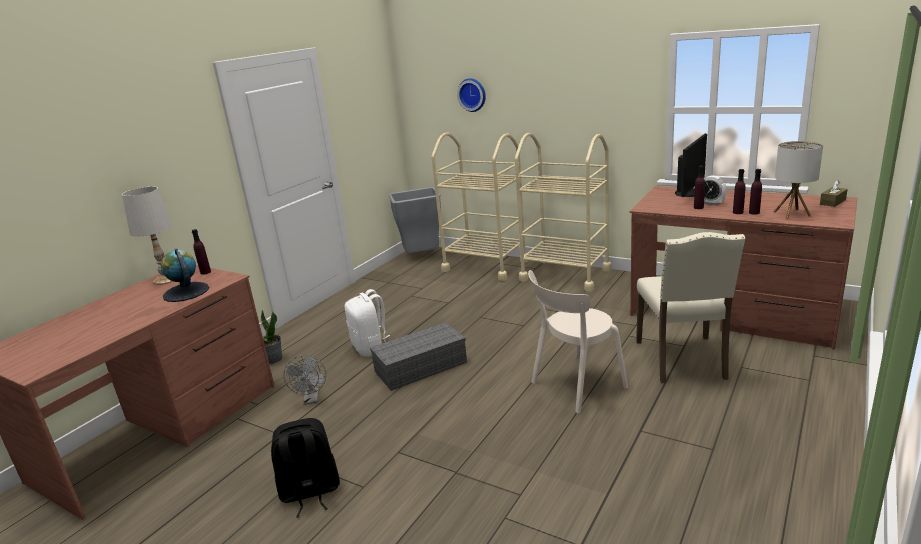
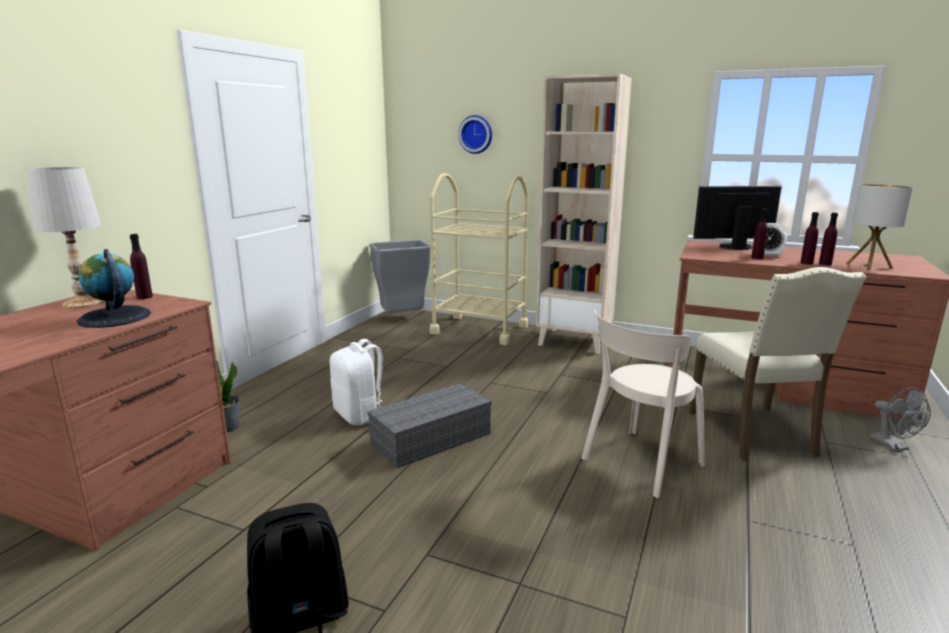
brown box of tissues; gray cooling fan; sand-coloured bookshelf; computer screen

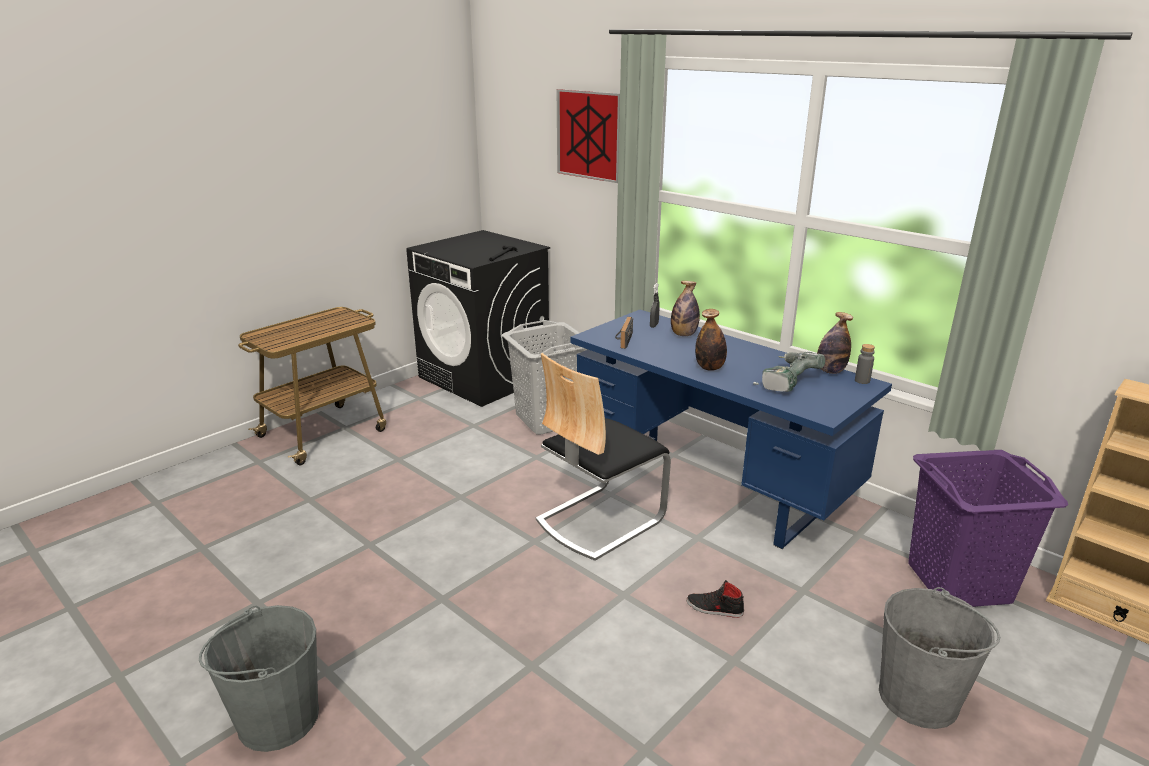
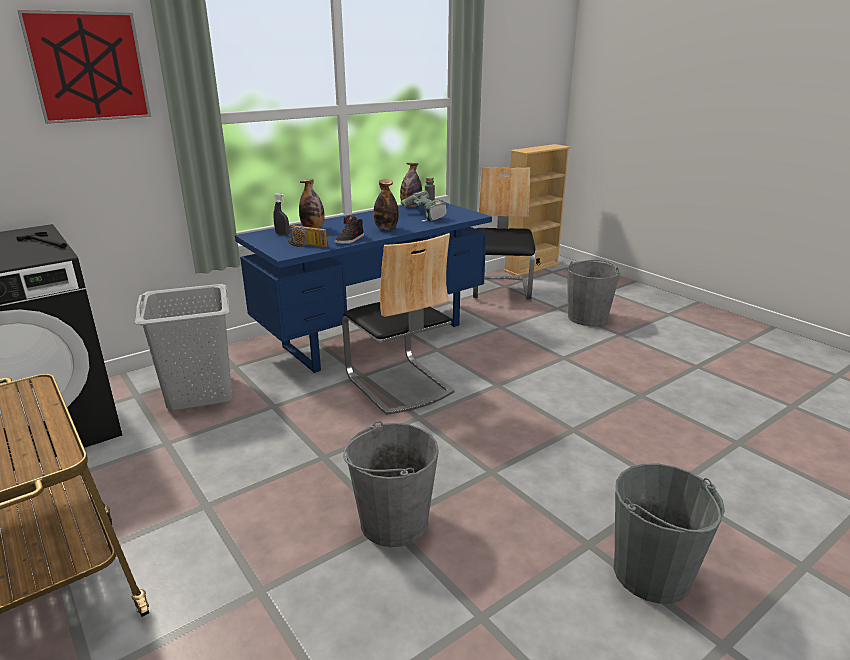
gray pail (1st from left); black low shoe; plain chair (2nd from left)

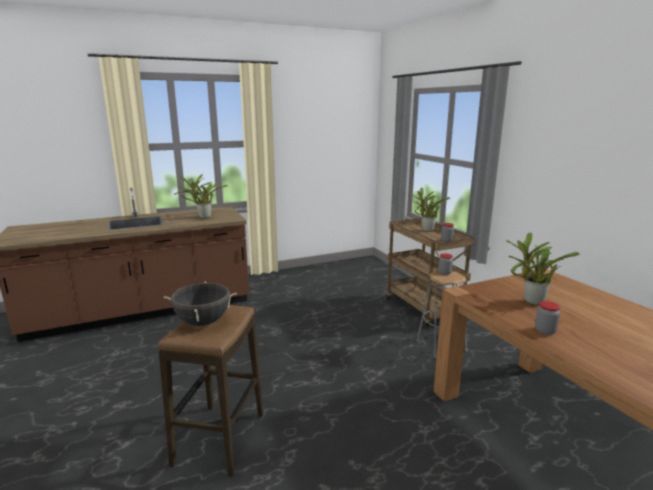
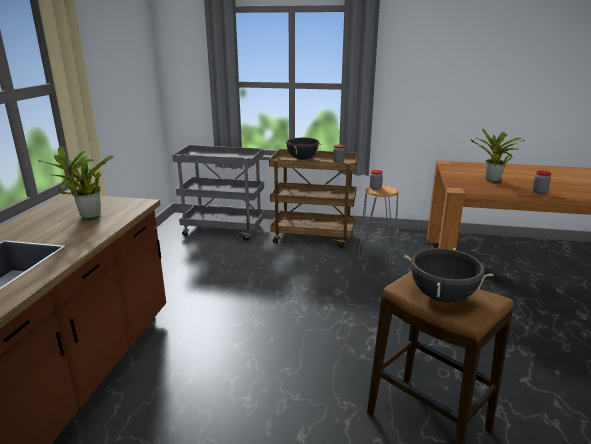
gray wheeled cart; black stockpot (1st from left)

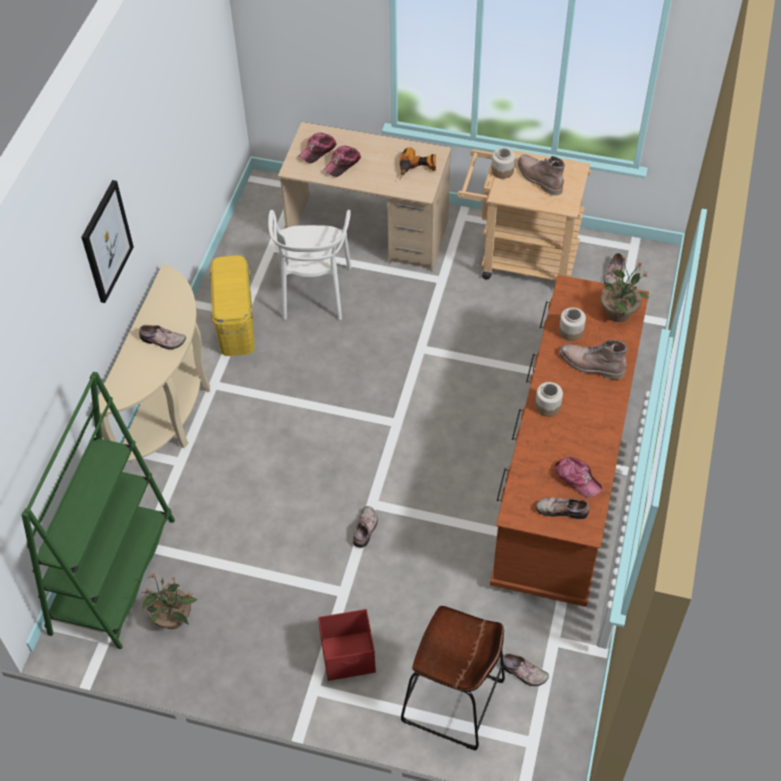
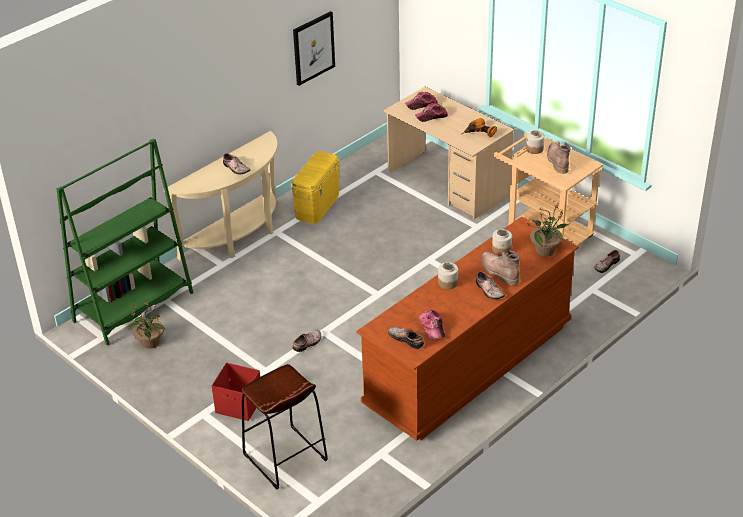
whitish plain chair; wall picture; low shoe (4th from left)

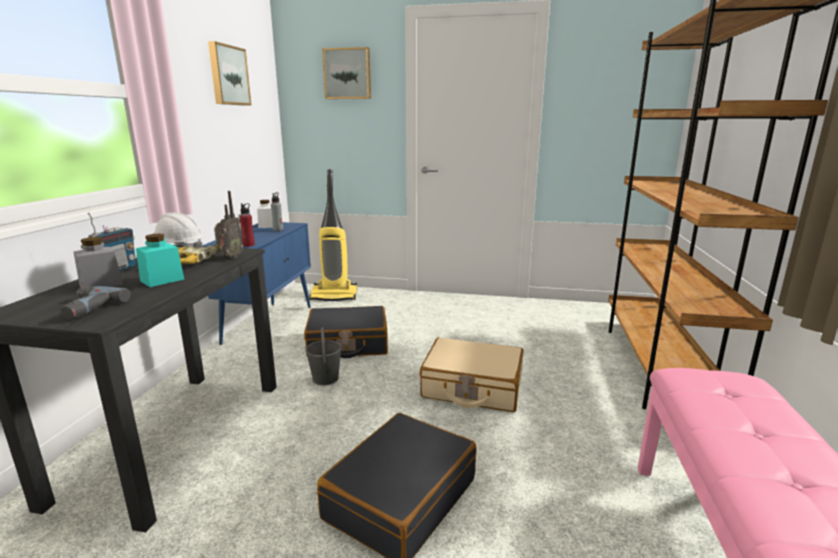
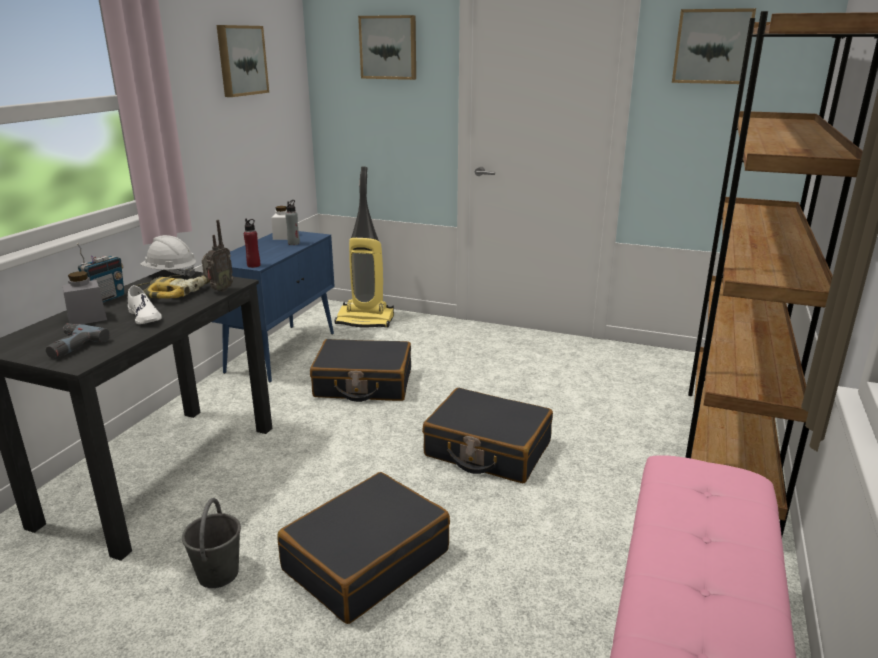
wall picture (3rd from left); gray pail; whitish low shoe; black travel case (3rd from left)

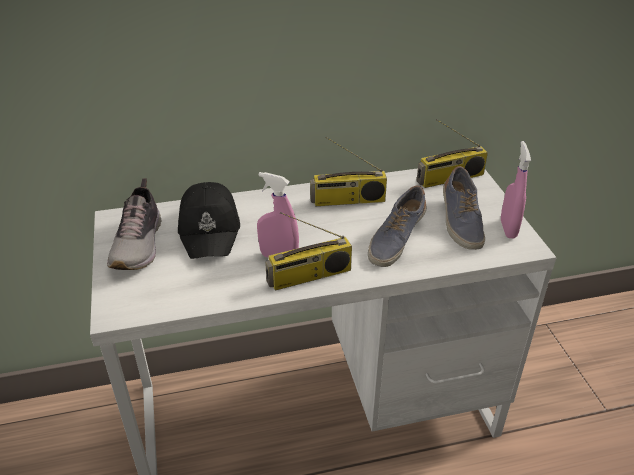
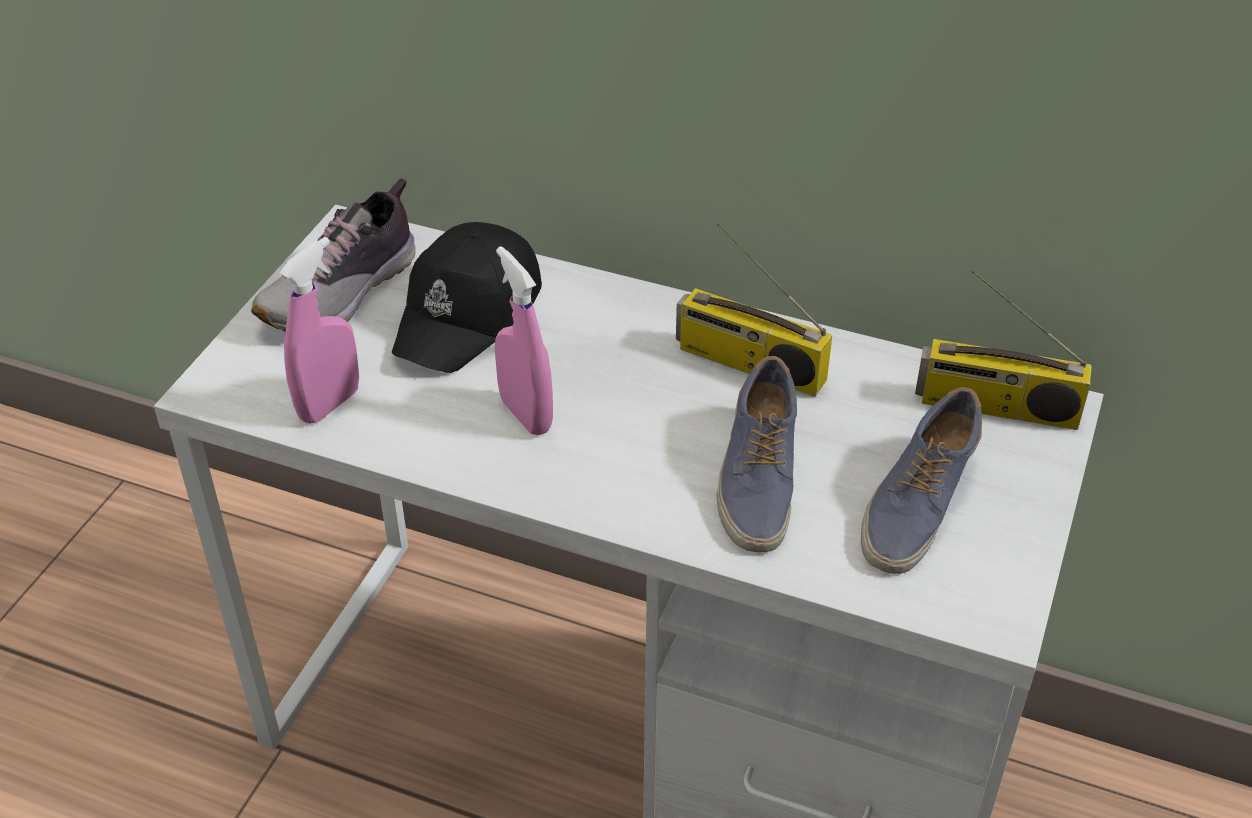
radio set (1st from left in the first image); pinkish hand sprayer (1st from left); low shoe (2nd from left)

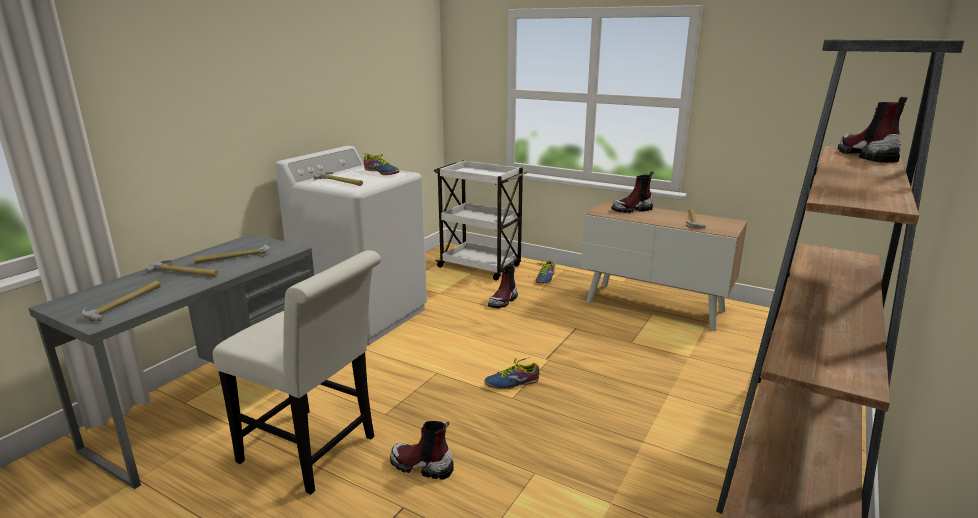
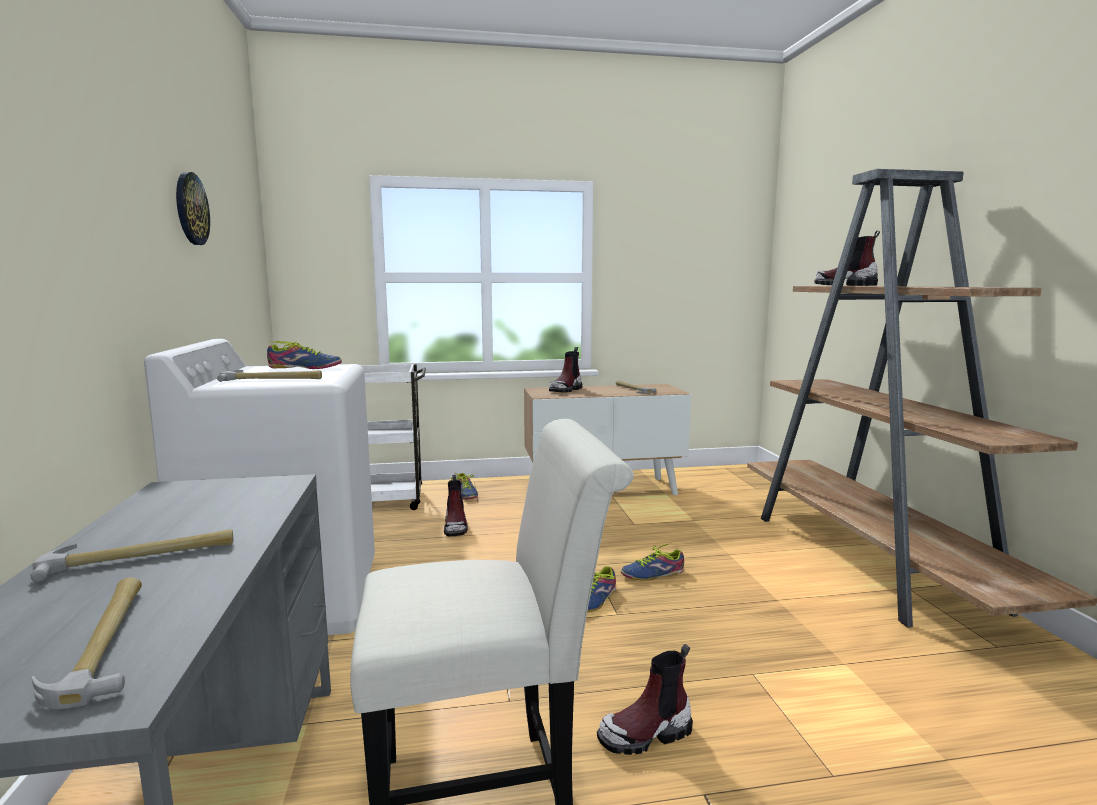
hammer (3rd from left in the first image); hanging clock; low shoe (4th from left)

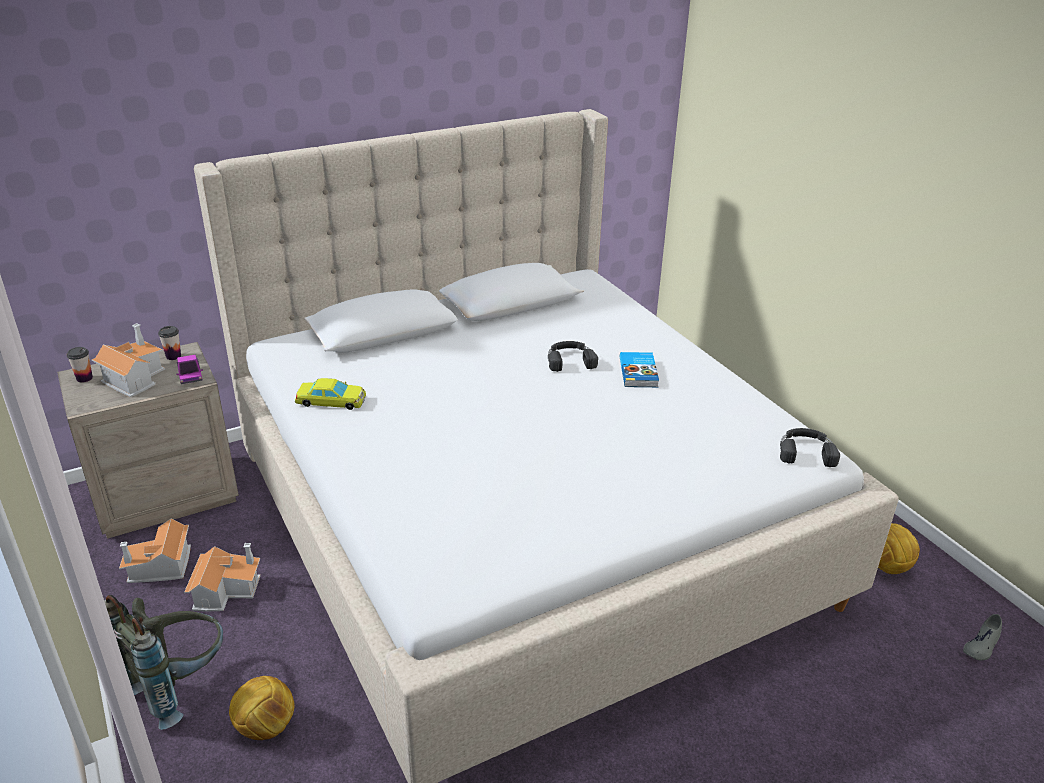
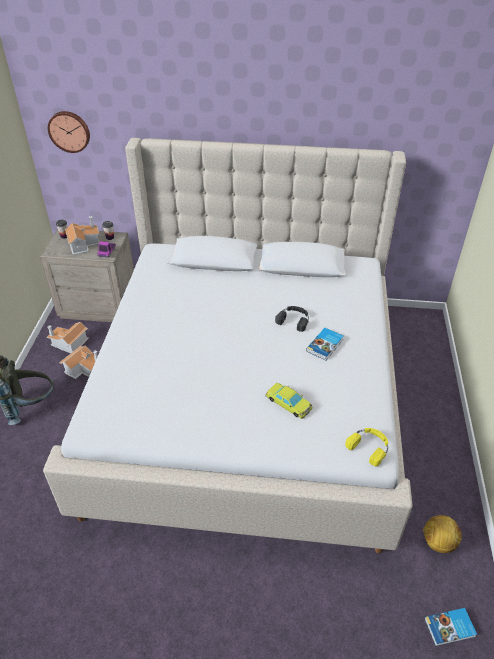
football (1st from left in the first image); hanging clock; yellow toy car; volume (2nd from left); yellow pair of headphones

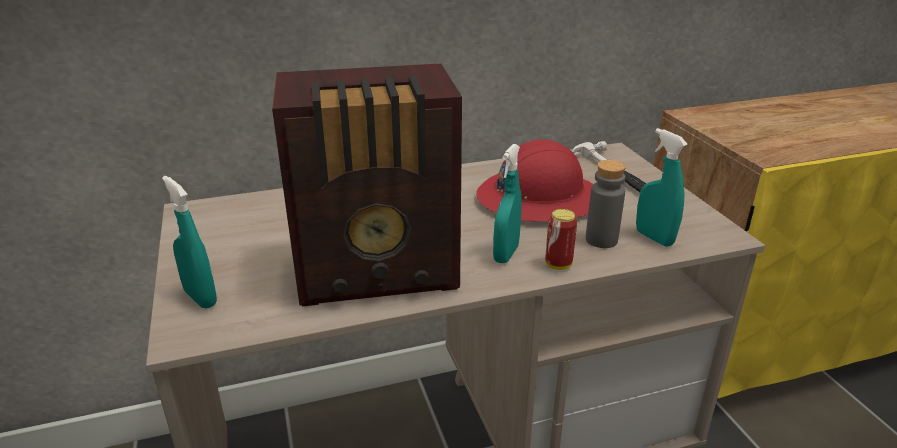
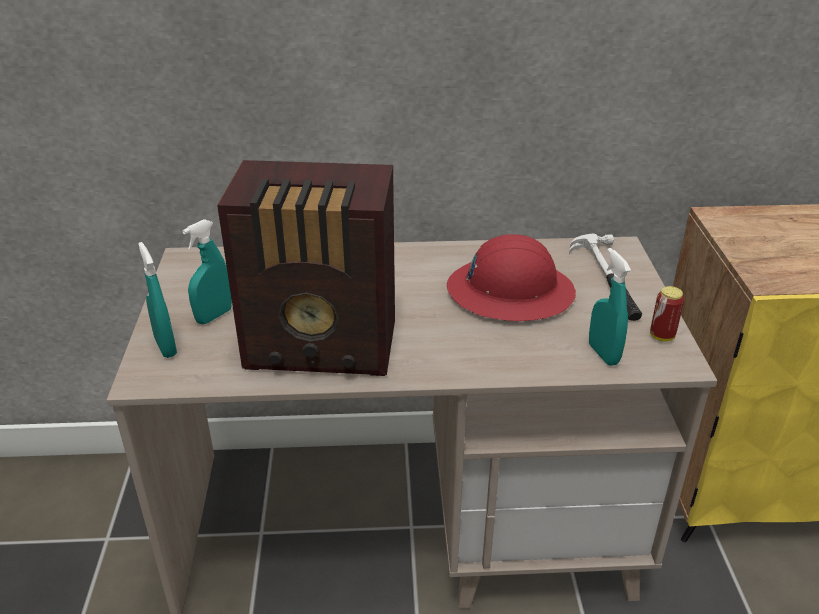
gray bottle; blue-green hand sprayer (2nd from left); sealed can

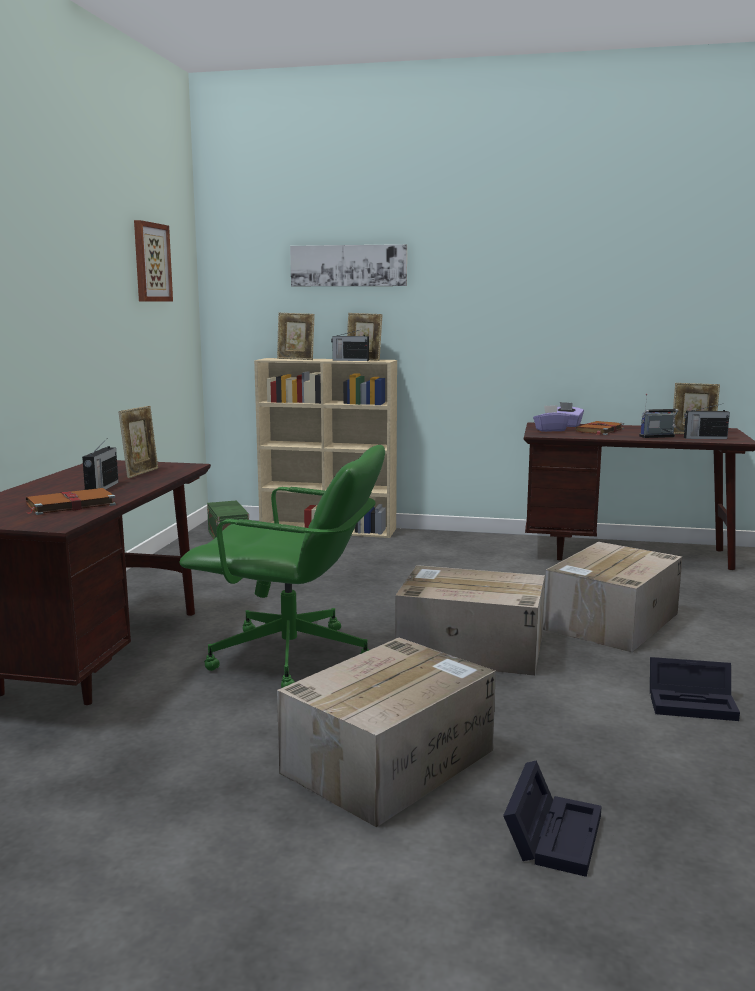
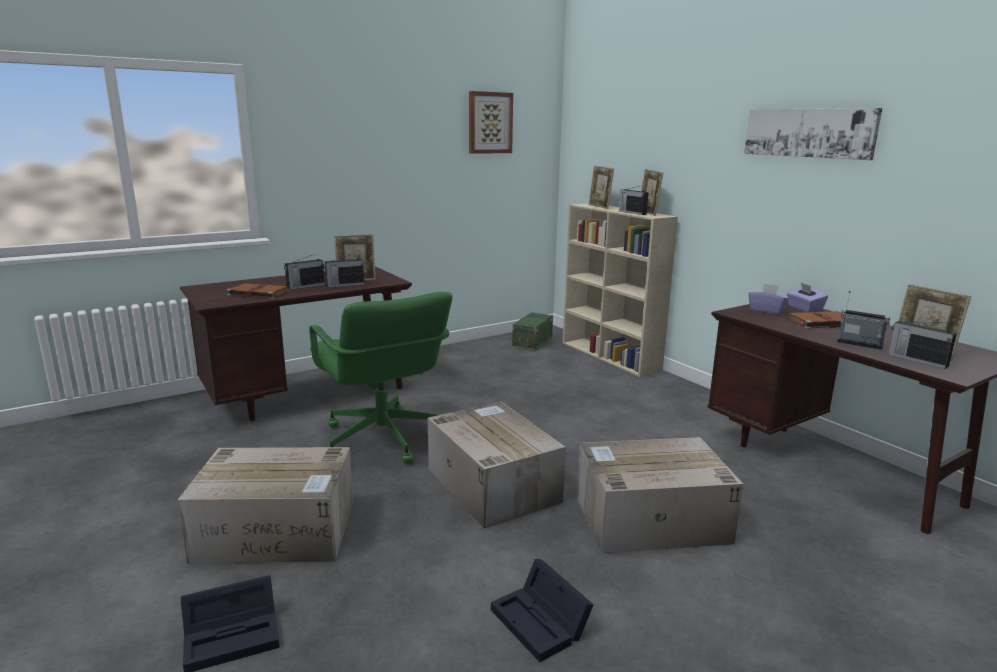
radio set (2nd from left); wall picture (2nd from left)

